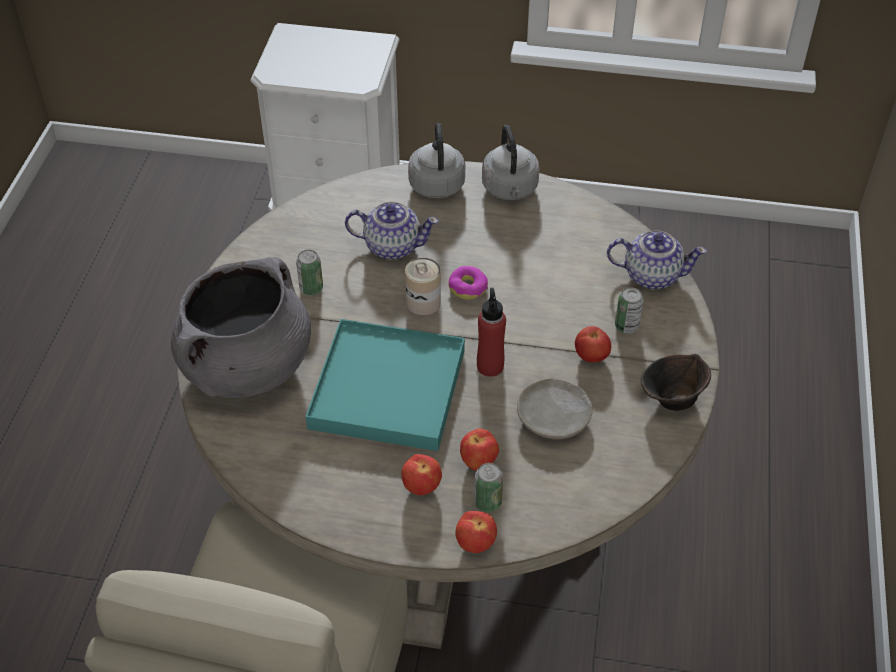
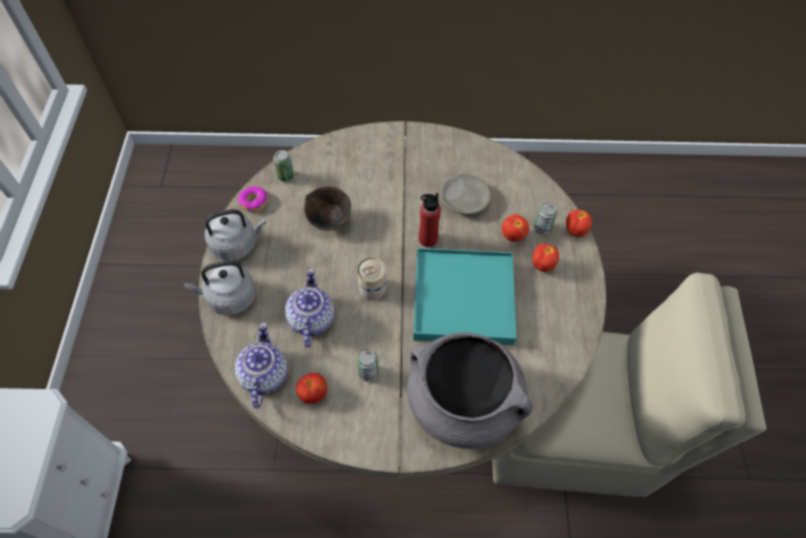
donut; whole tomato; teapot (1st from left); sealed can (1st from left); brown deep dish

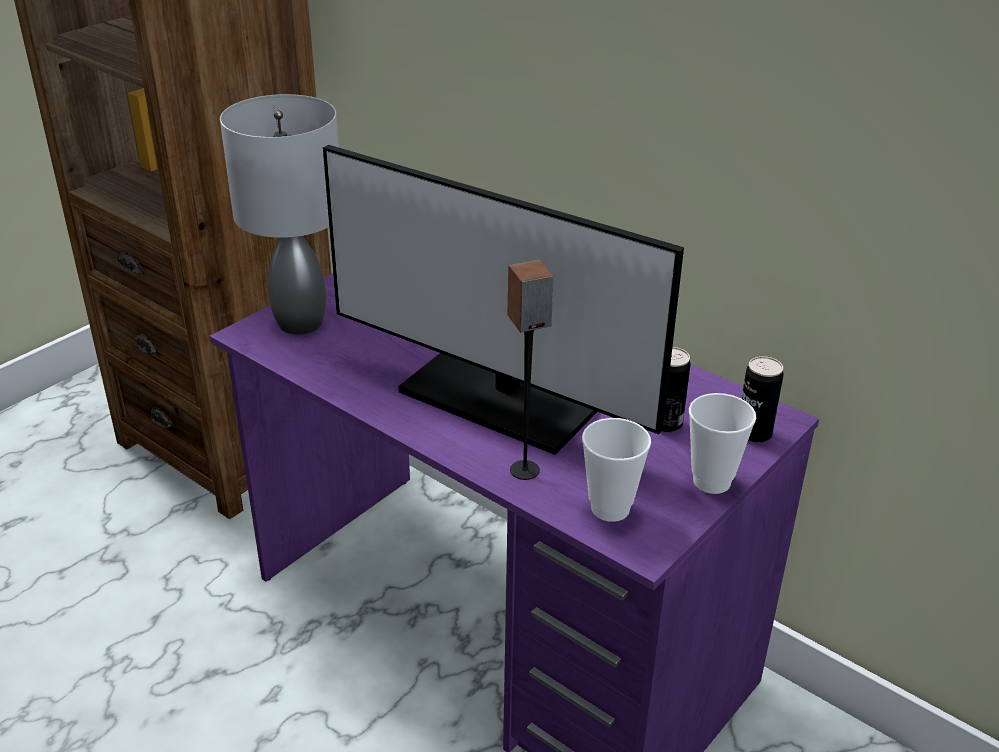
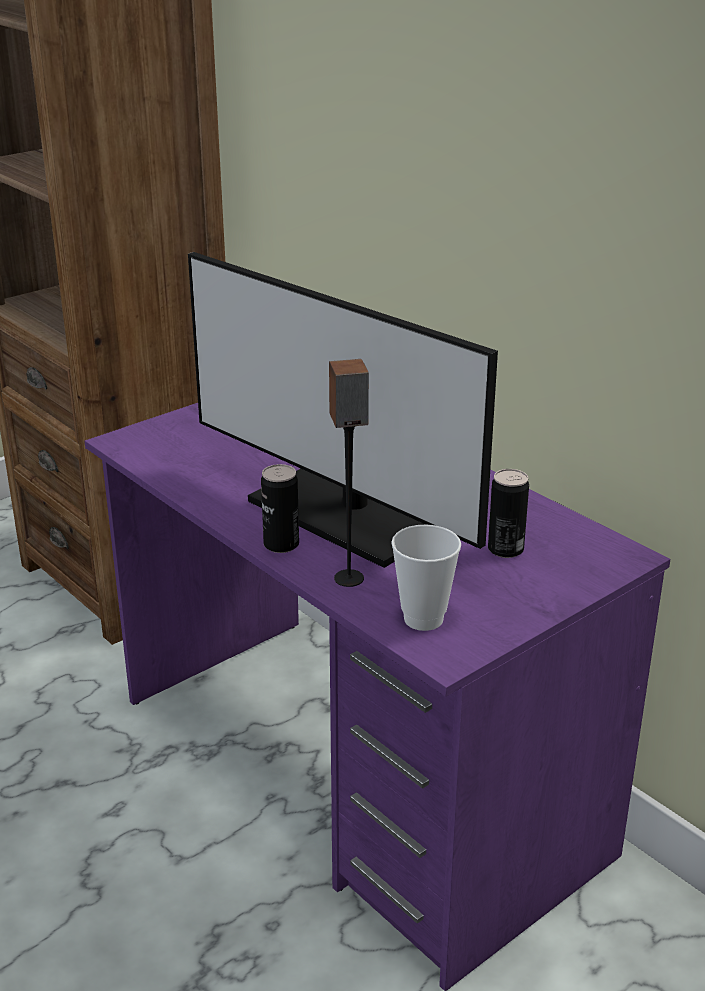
gray tabletop lamp; cup (2nd from left in the first image); sealed can (1st from left)

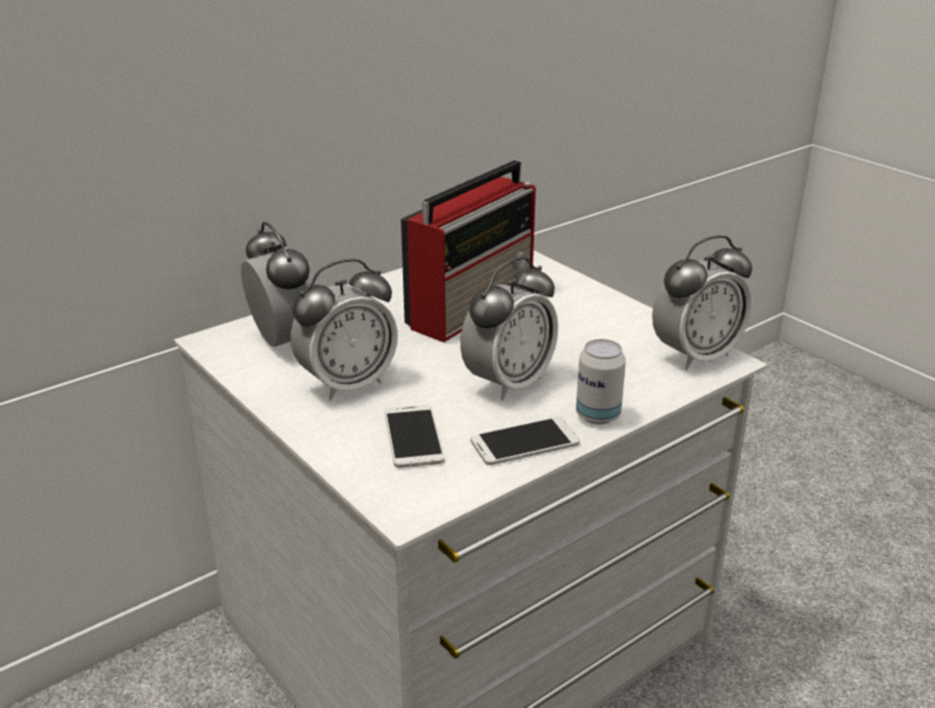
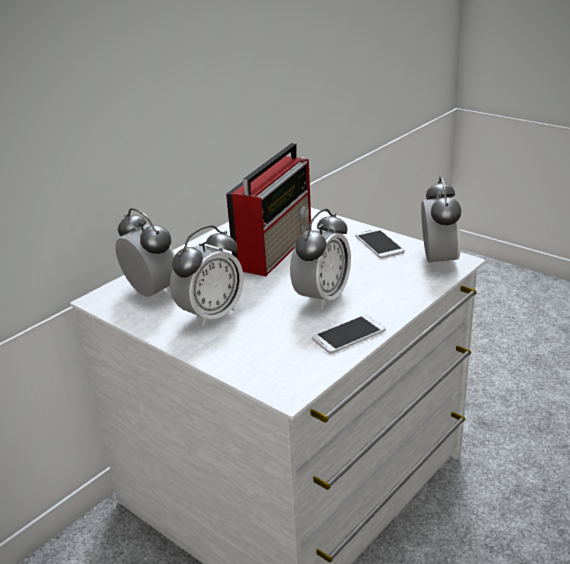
sealed can; telephone (2nd from left); alarm clock (4th from left)

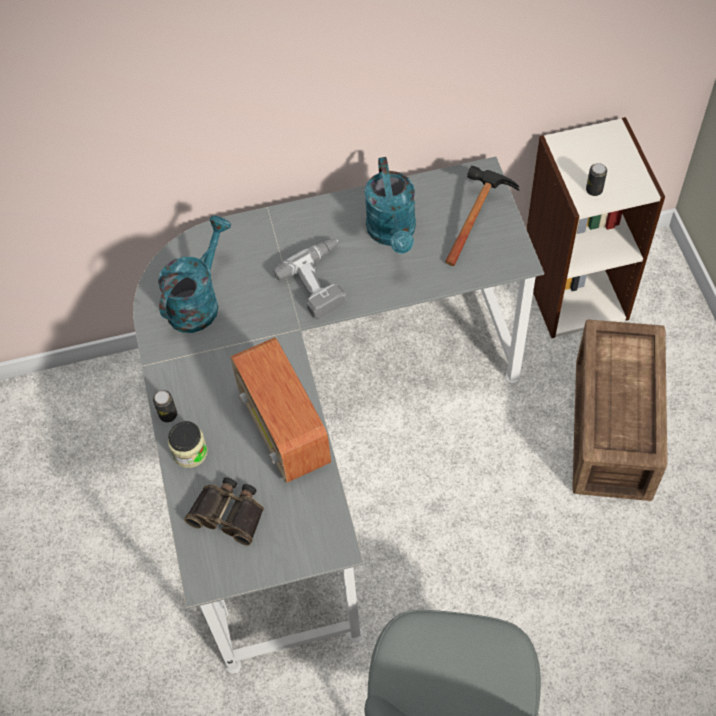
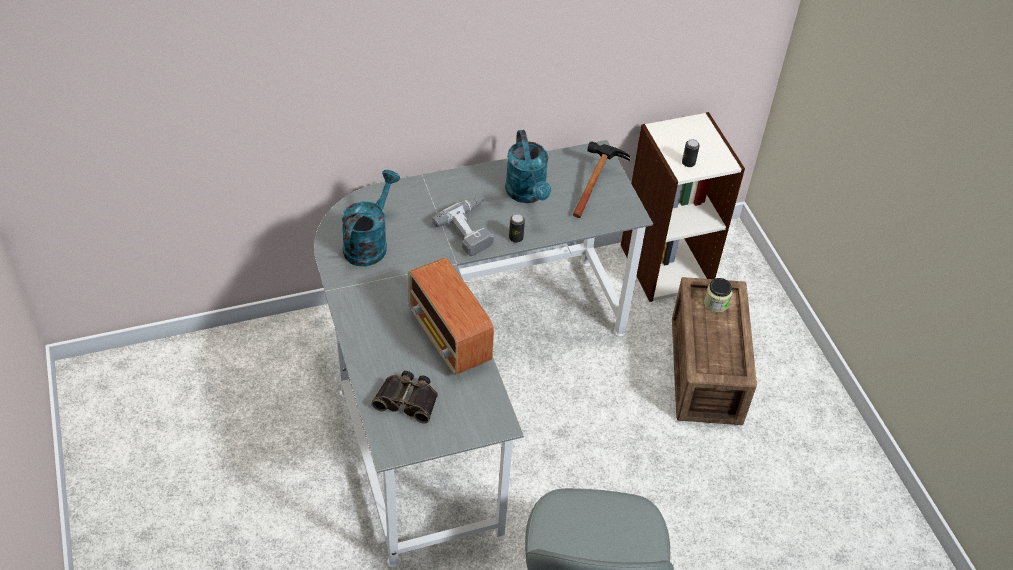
sealed can (1st from left); preserve jar

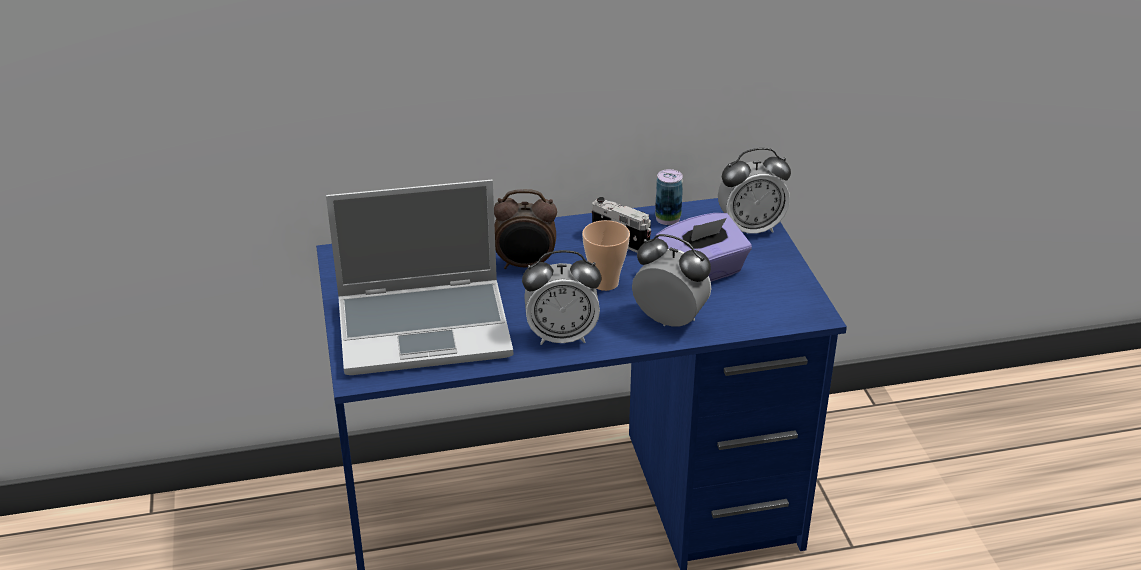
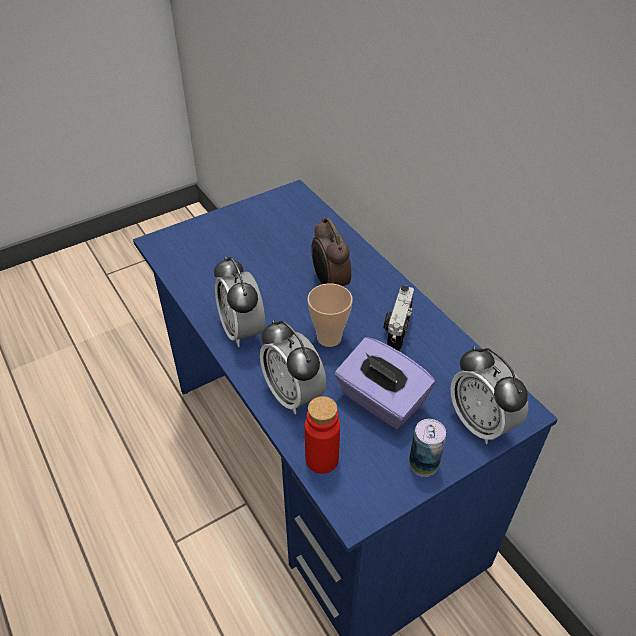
portable computer; red-coloured bottle; sealed can; alarm clock (2nd from left)

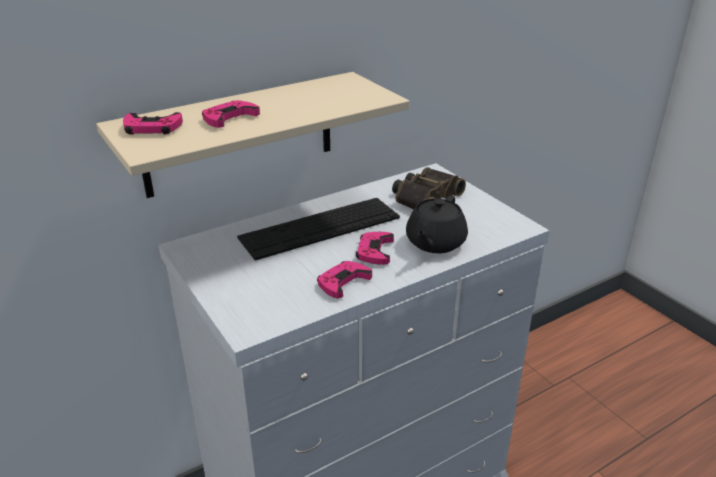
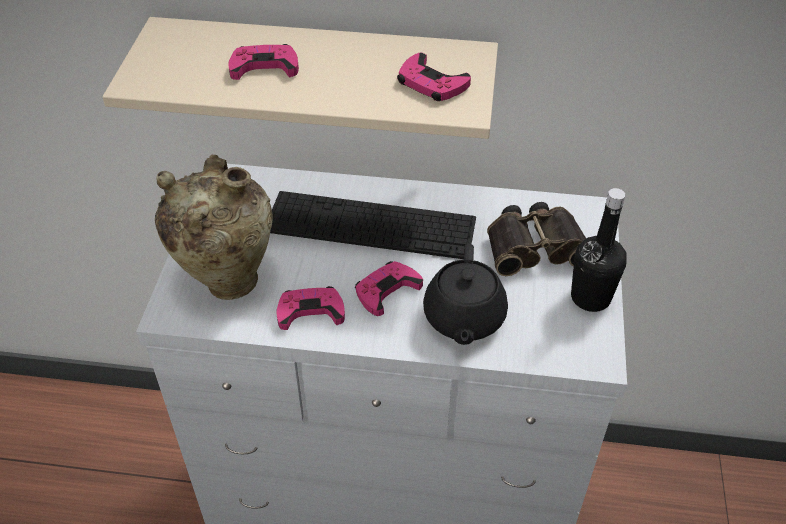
sand-coloured decorative vase; black bottle; pinkish joypad (4th from left); black teapot

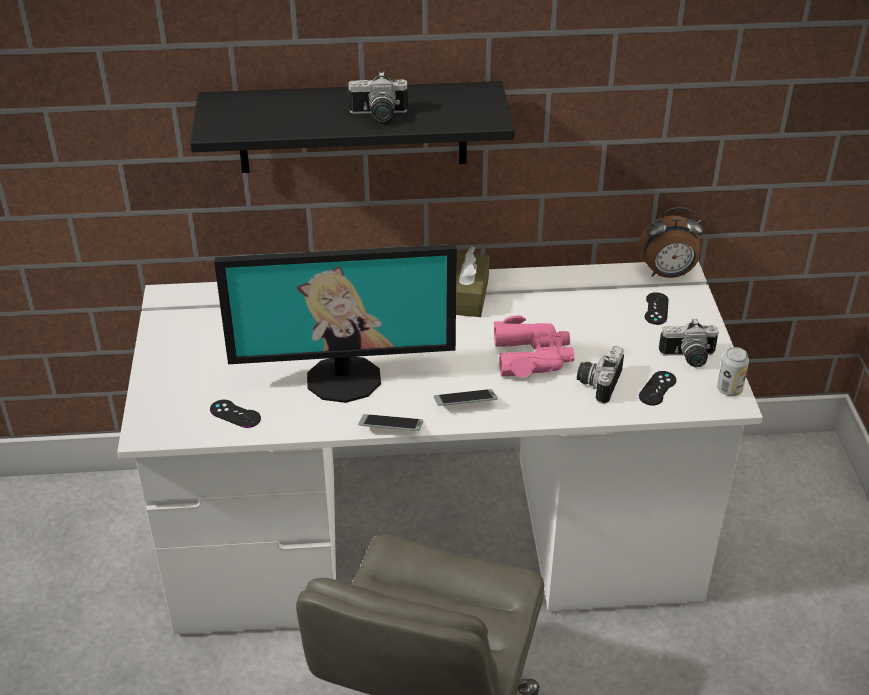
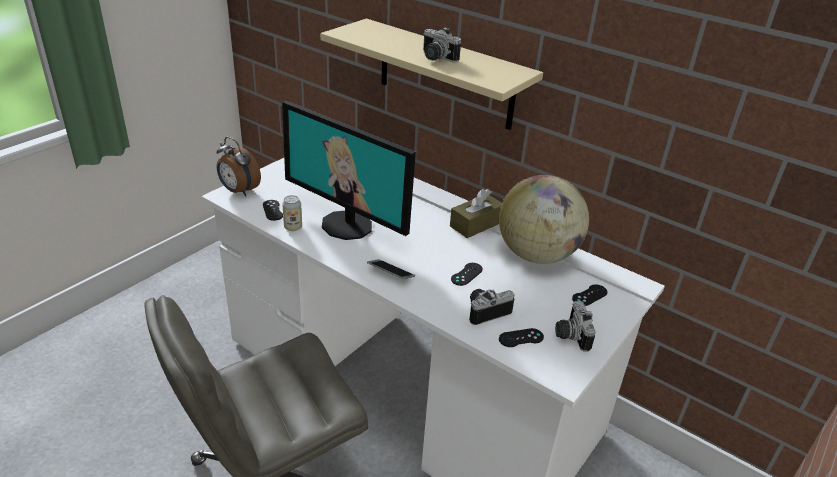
telephone (1st from left in the first image); globe; alarm clock; sealed can; black joypad (2nd from left); sand-coloured bracket shelf; photo camera (3rd from left)

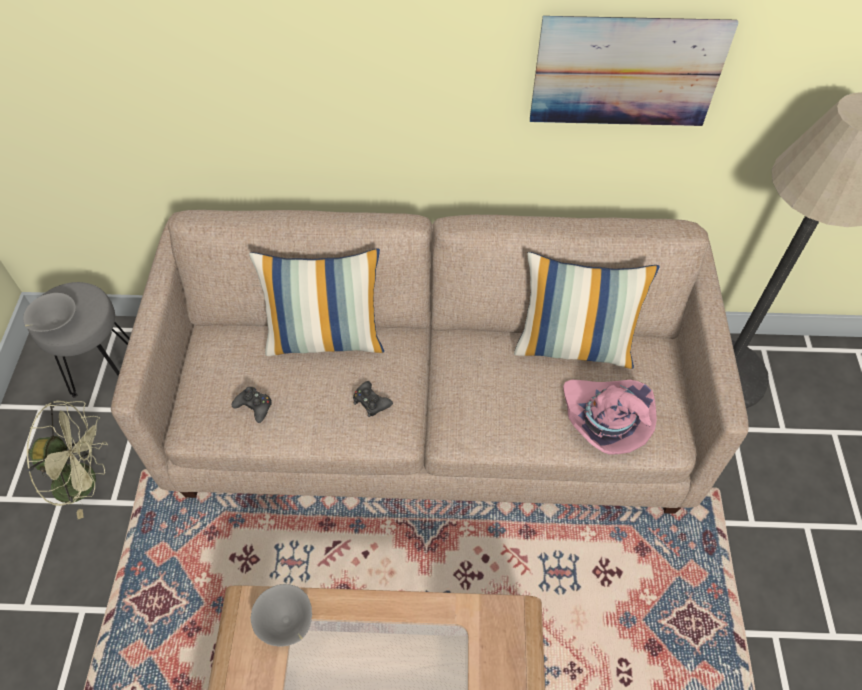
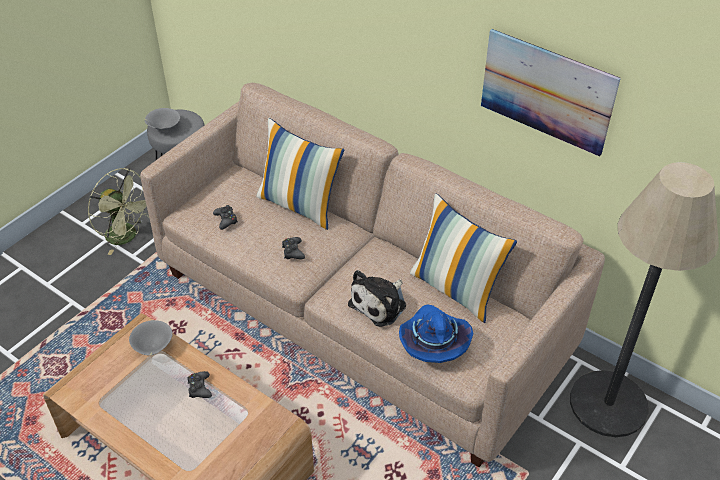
black joypad (1st from left); soft toy; blue hat

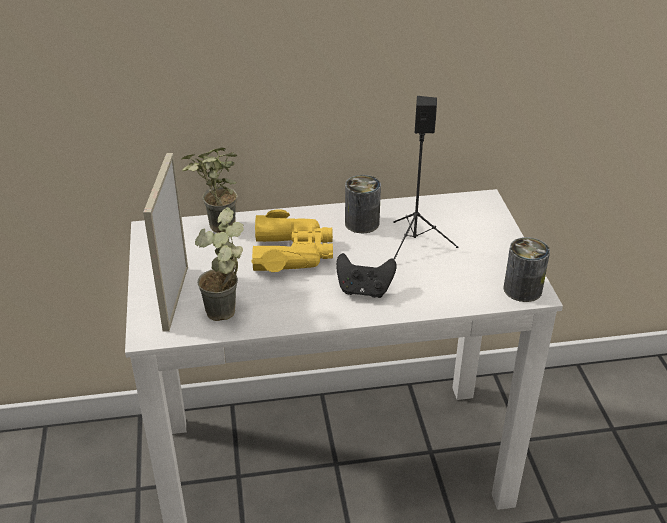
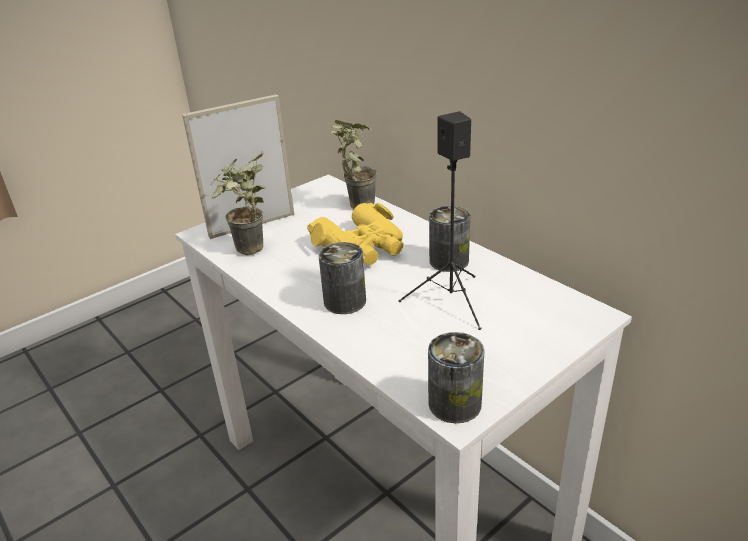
sealed can (1st from left)

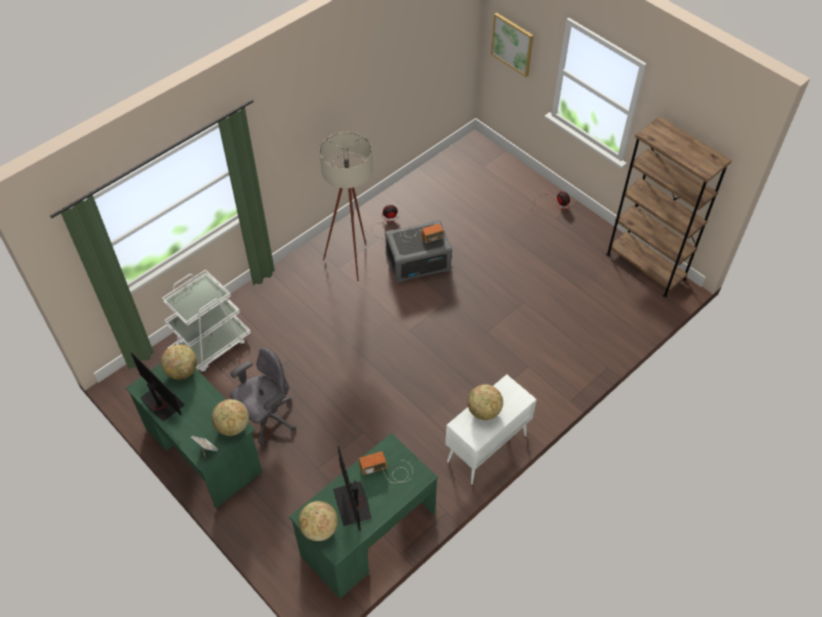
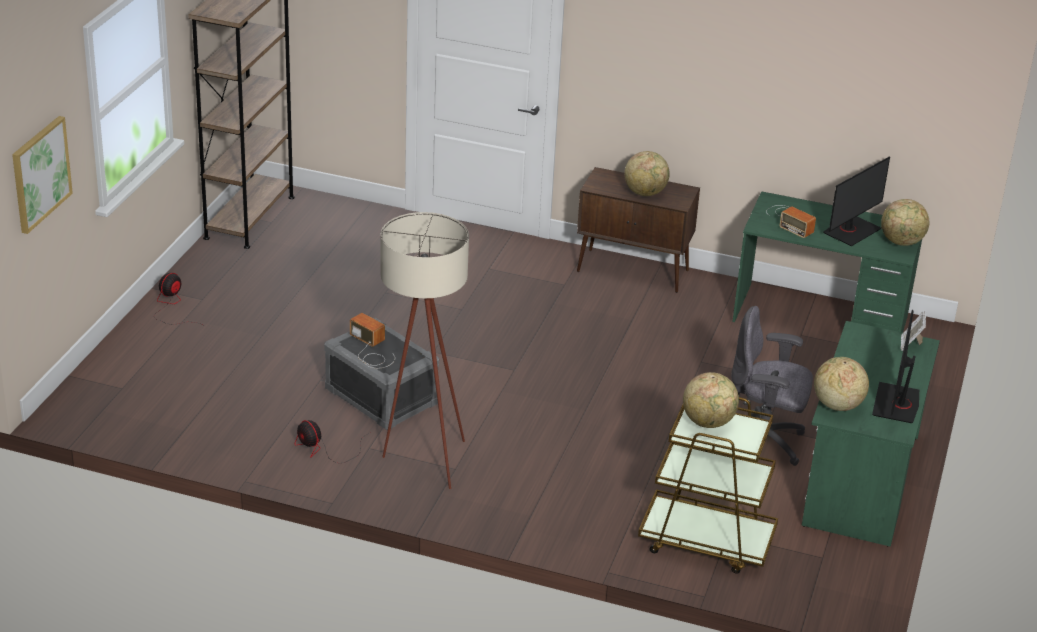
globe (2nd from left); brown wheeled cart; brown storage cabinet

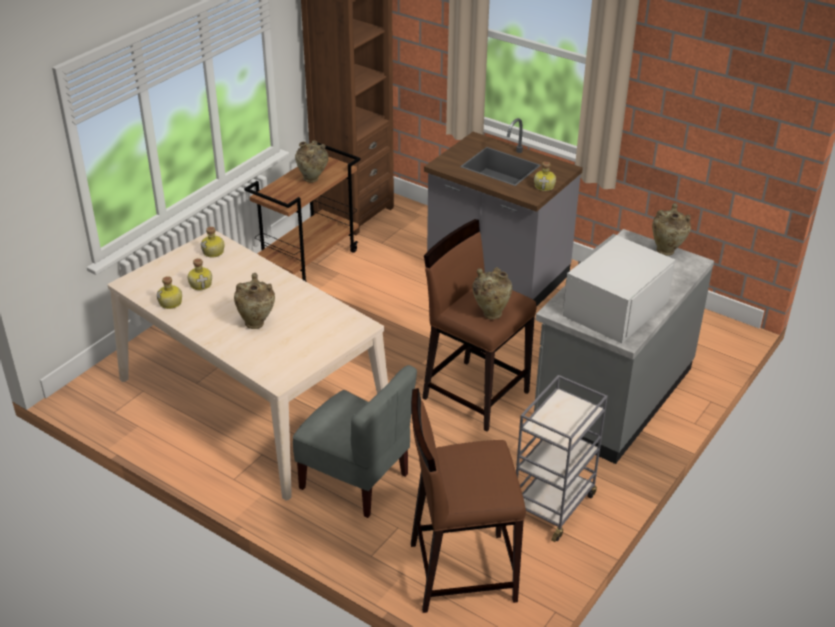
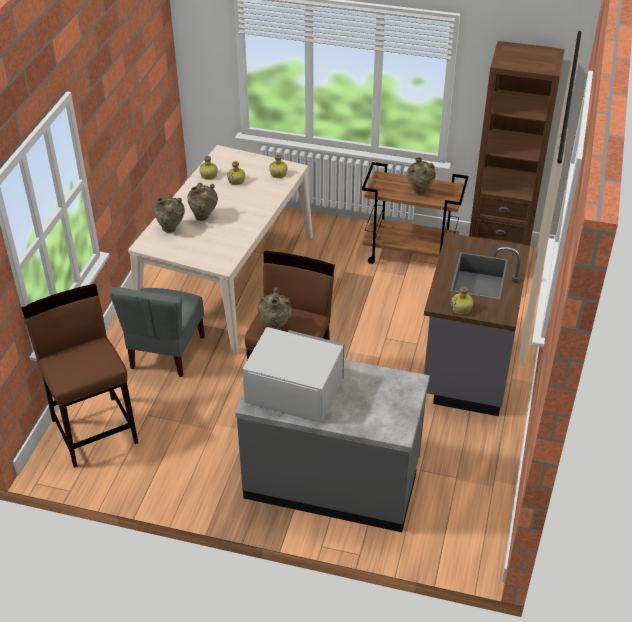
gray wheeled cart; sand-coloured decorative vase (1st from left)

